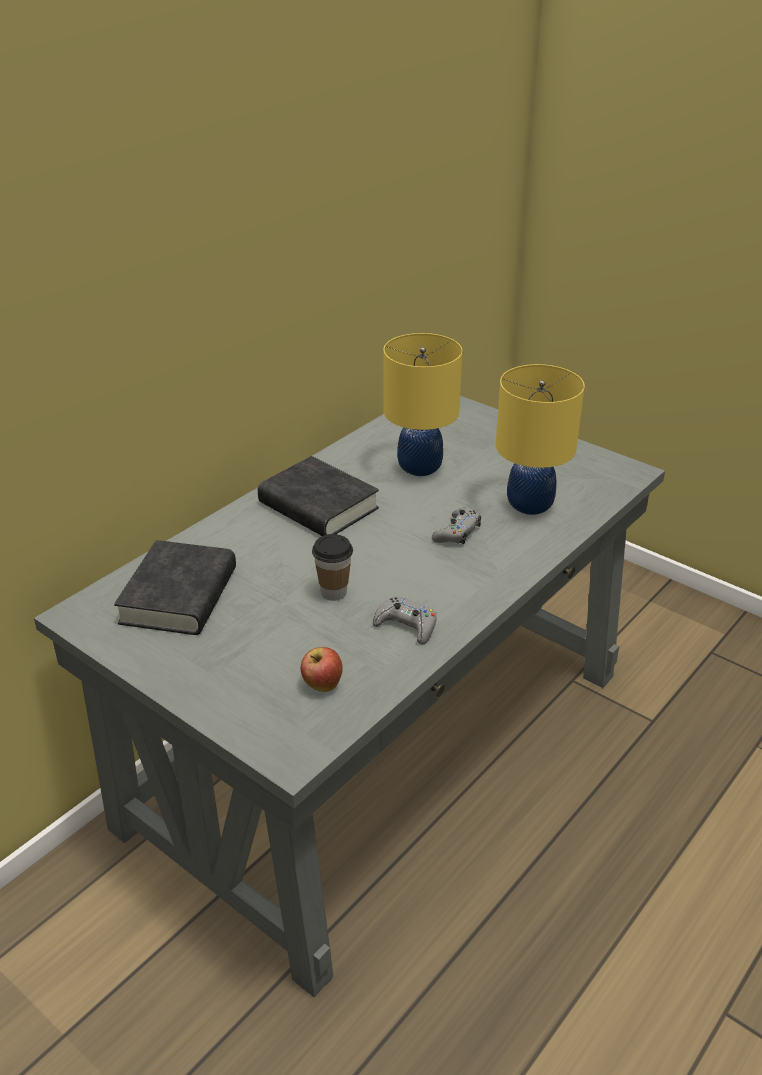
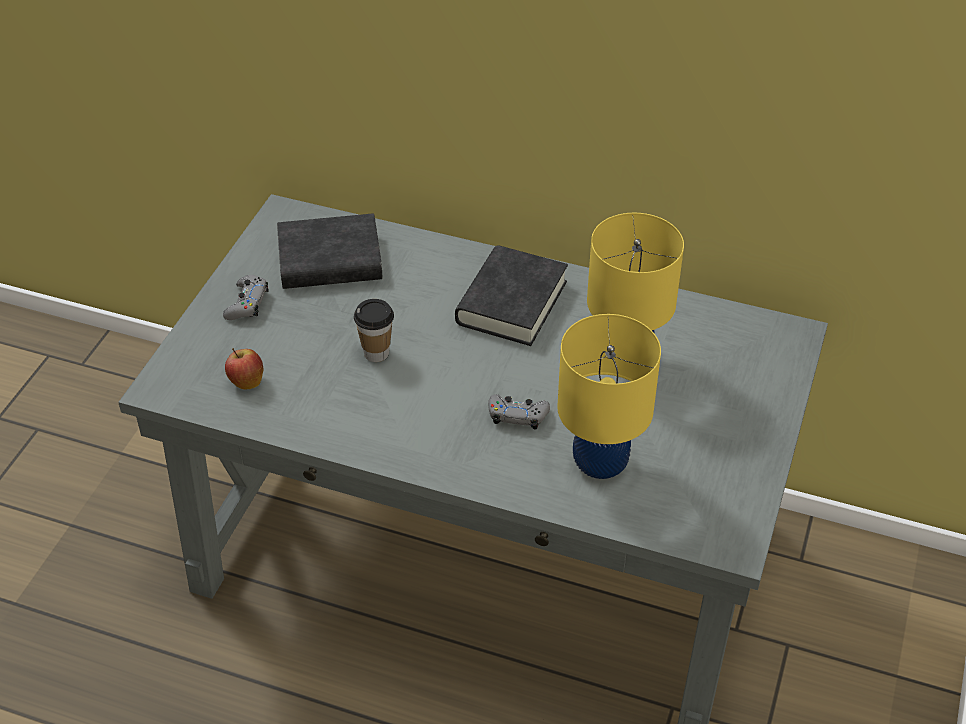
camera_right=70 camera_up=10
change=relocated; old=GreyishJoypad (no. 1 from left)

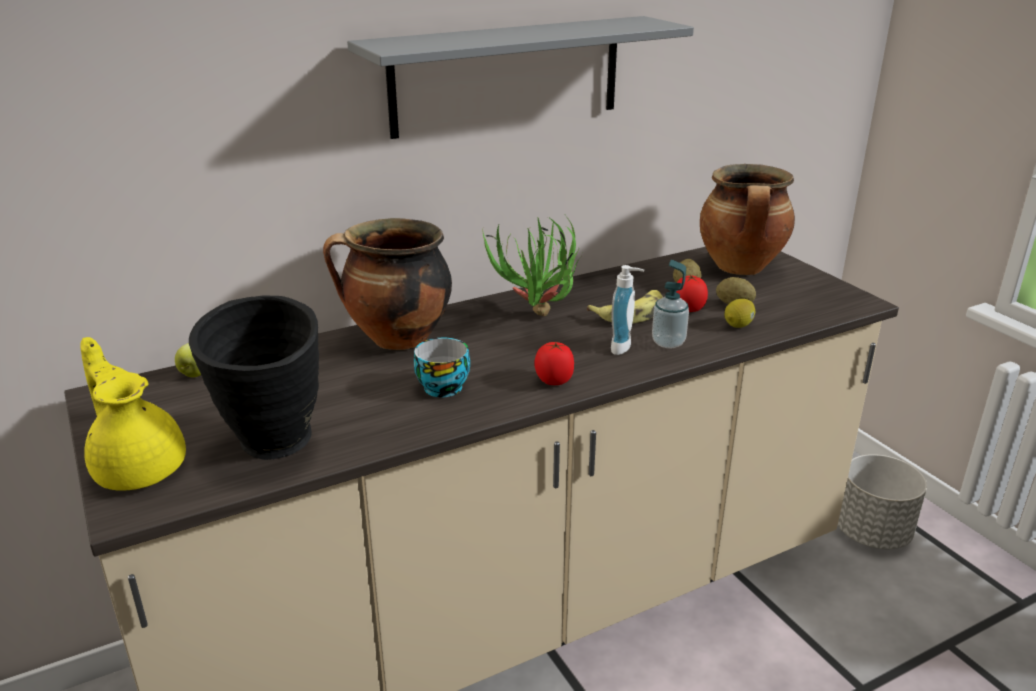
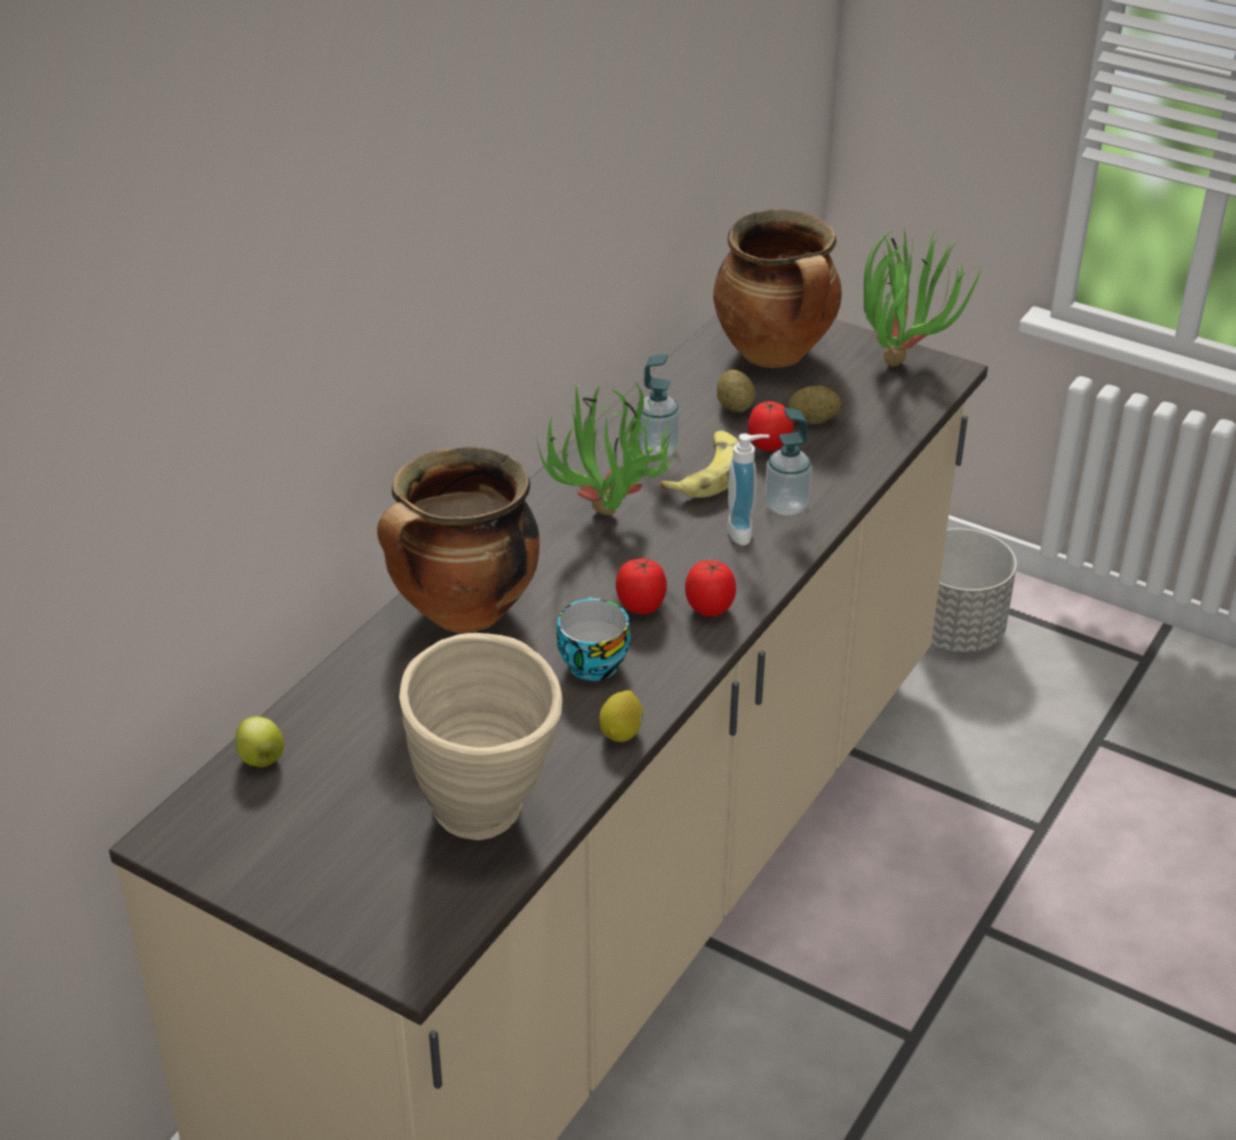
camera_right=-30 camera_up=10
change=missing; old=GreyishBracketShelf
change=colour; old=BlackDecorativeVase; new=BeigeDecorativeVase
change=relocated; old=Lemon
change=missing; old=YellowishTeaPot
change=appeared; new=PottedPlant (no. 2 from left)
change=appeared; new=SoapBottle (no. 1 from left)
change=appeared; new=Tomato (no. 1 from left)

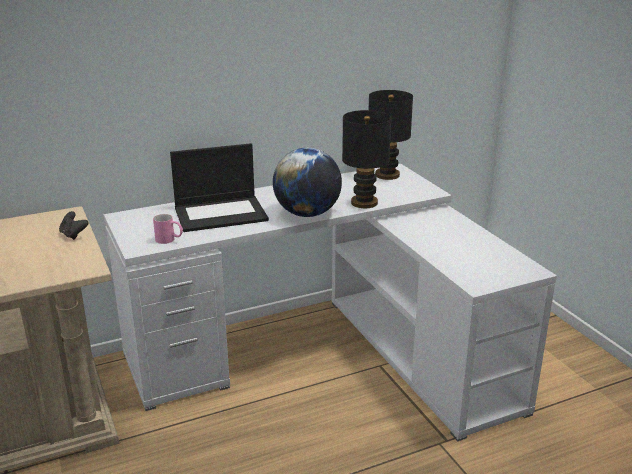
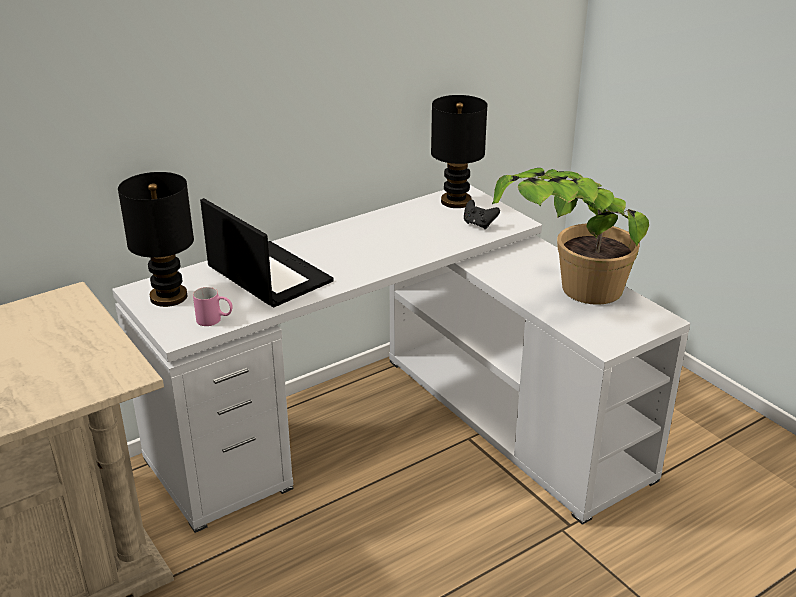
camera_right=-10 camera_up=5
change=relocated; old=BlackTabletopLamp (no. 1 from left)
change=spun; old=NotebookComputer; degrees=-105
change=missing; old=WorldGlobe
change=relocated; old=BlackJoypad
change=appeared; new=PottedPlant

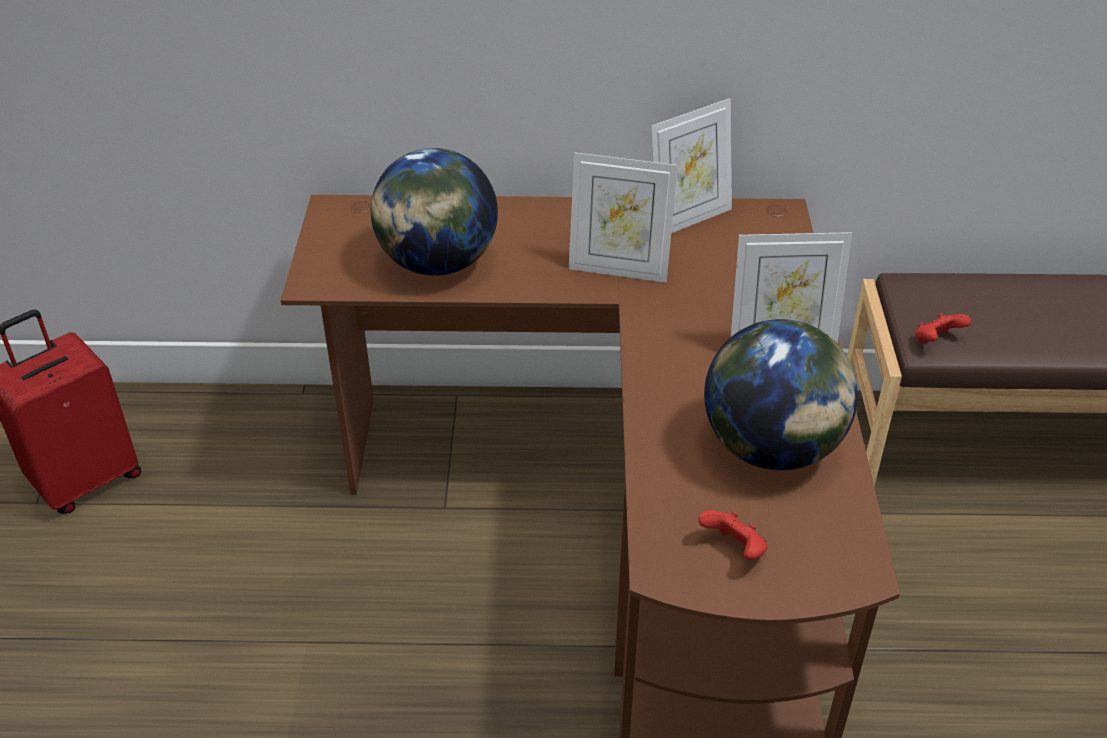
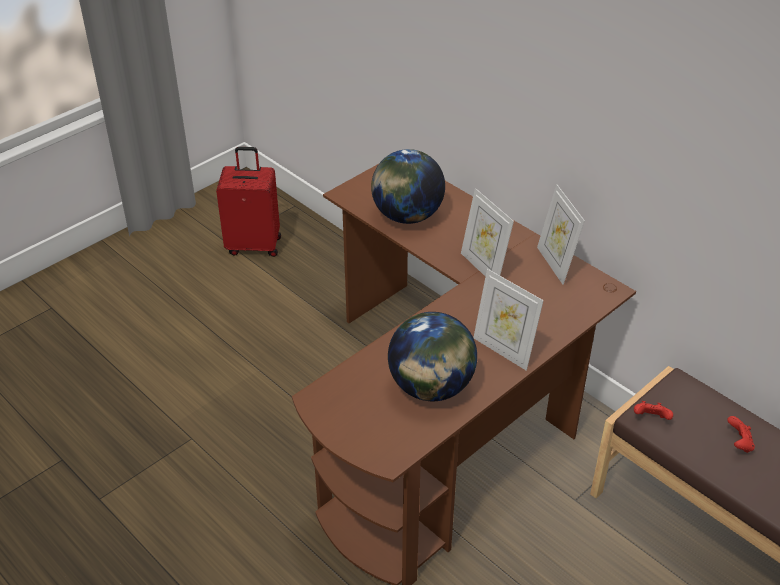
camera_right=45 camera_up=0
change=spun; old=StandingFrame (no. 2 from left in the first image); degrees=60
change=relocated; old=ReddishJoypad (no. 1 from left in the first image); new=ReddishJoypad (no. 2 from left)

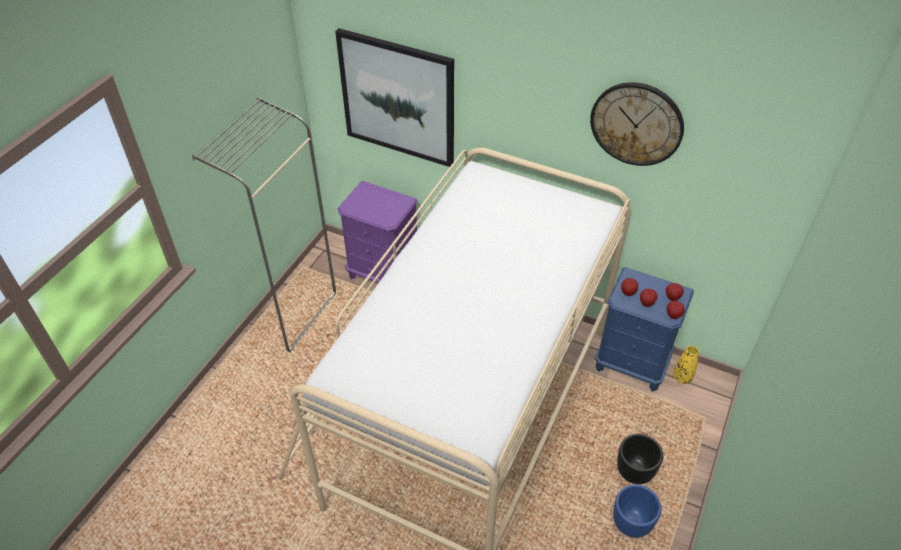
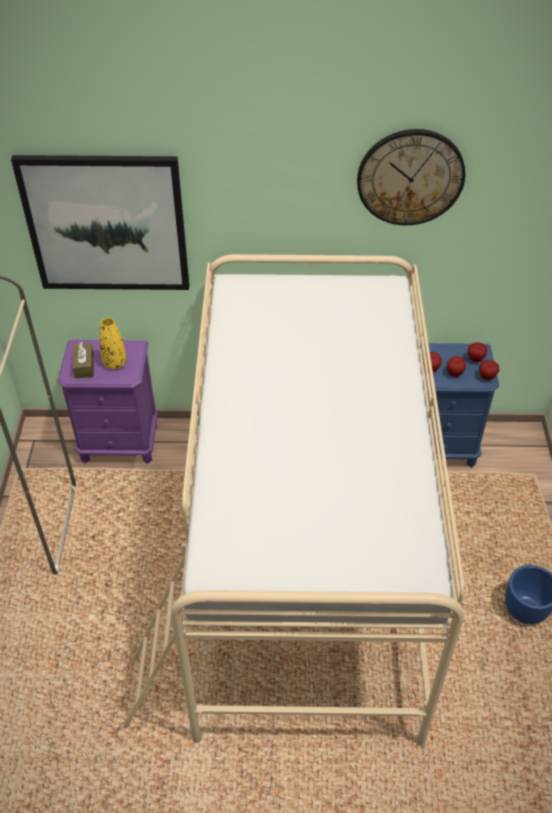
camera_right=-25 camera_up=0
change=relocated; old=YellowishDecorativeVase
change=missing; old=BlackFlowerPot
change=appeared; new=BrownishTissueBox

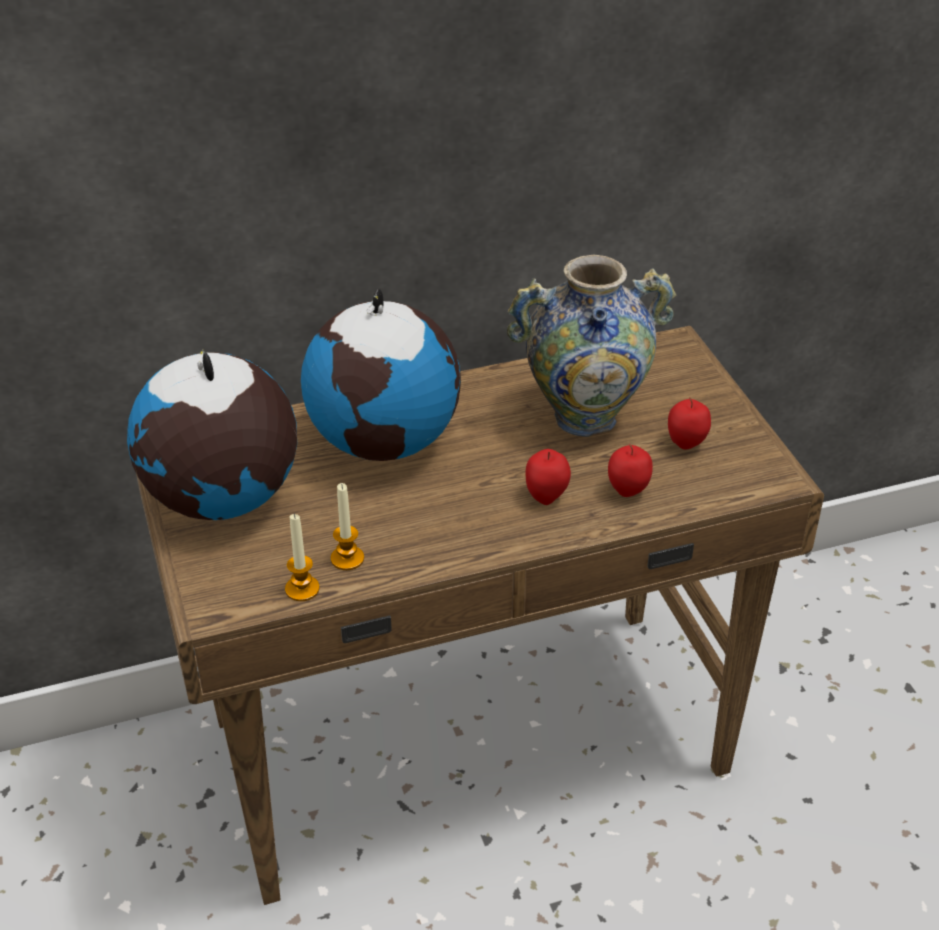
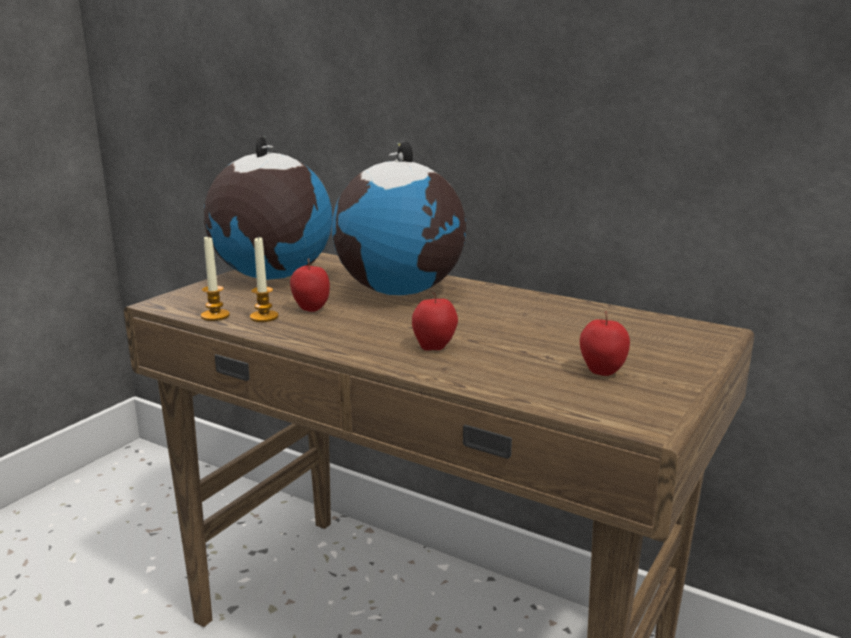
camera_right=50 camera_up=-20
change=missing; old=DecorativeVase
change=relocated; old=WholeApple (no. 2 from left in the first image); new=WholeApple (no. 1 from left)

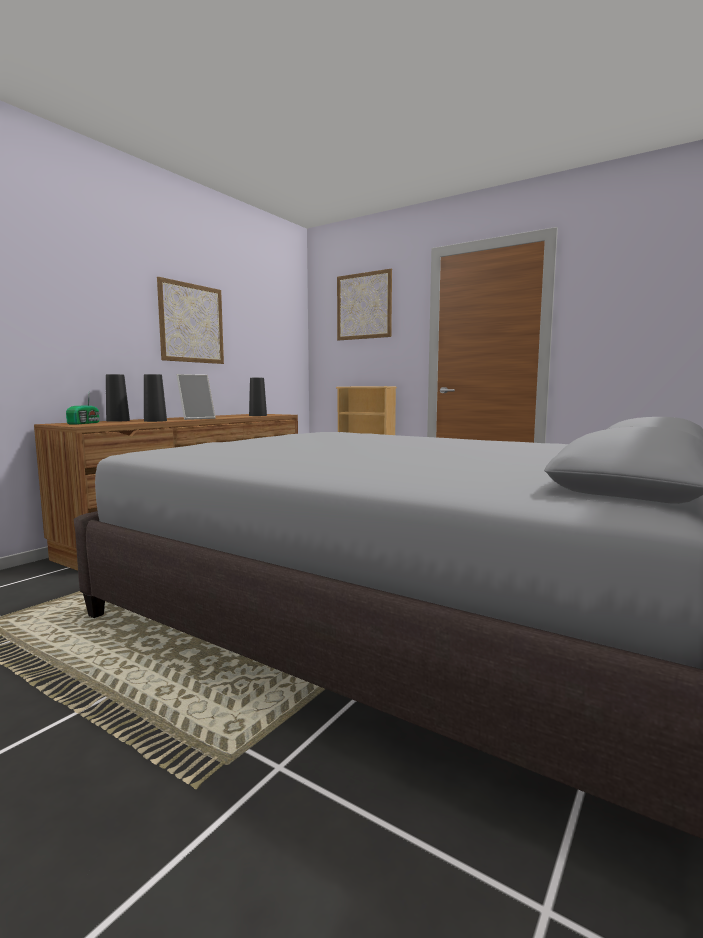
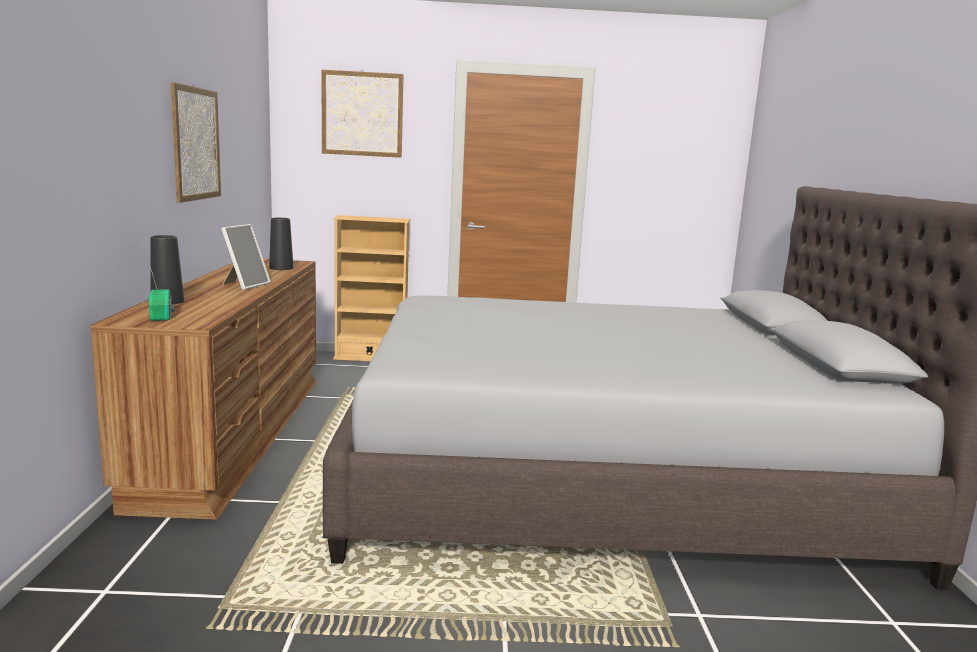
camera_right=-35 camera_up=5
change=missing; old=BlackDecorativeVase (no. 2 from left)

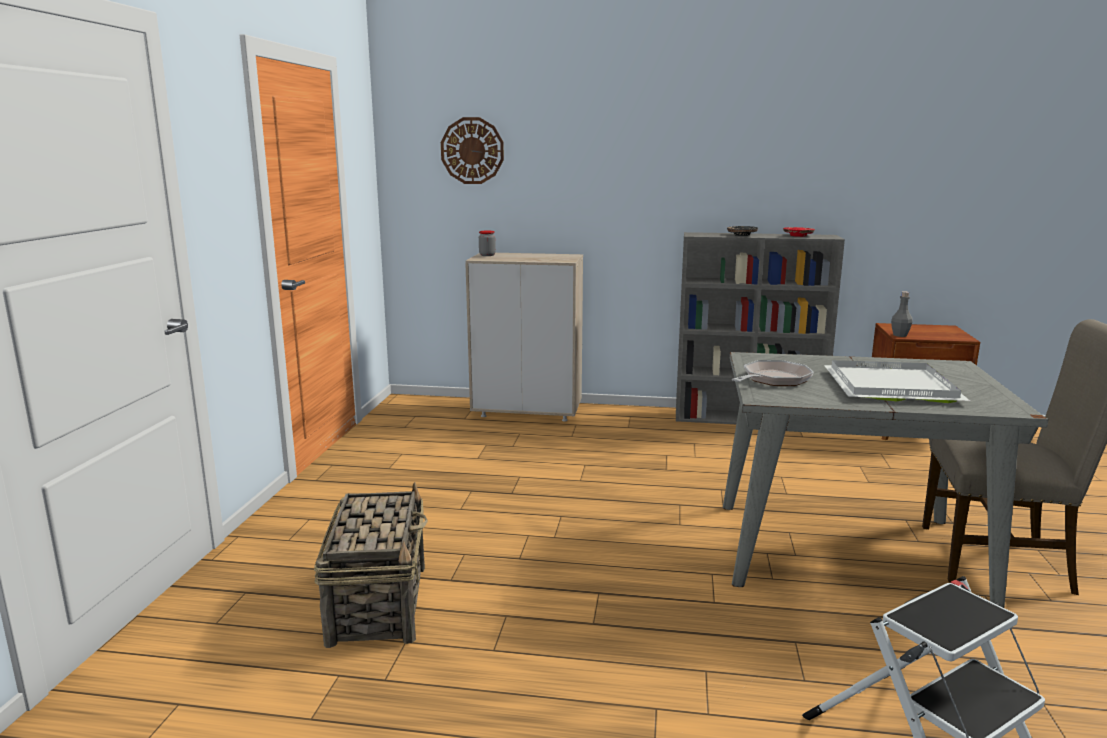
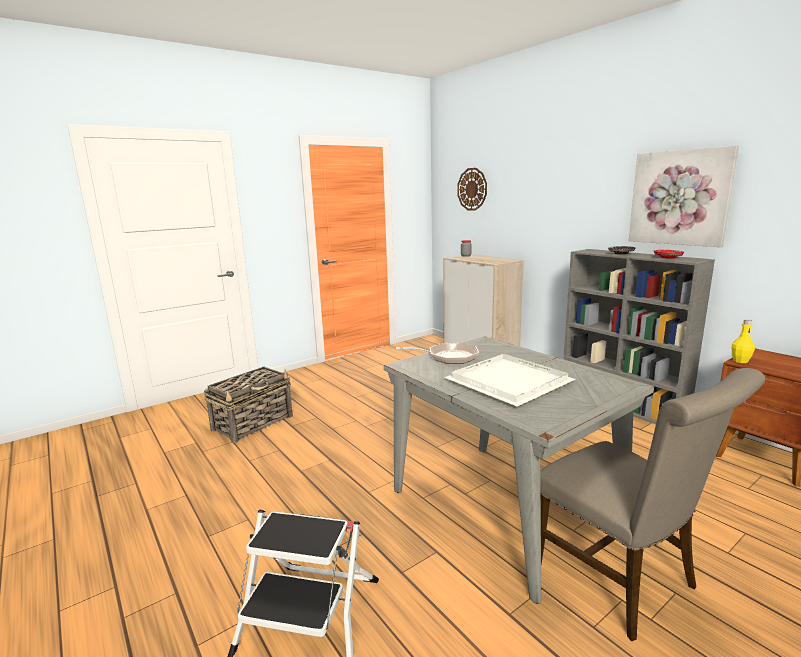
camera_right=45 camera_up=0
change=colour; old=GreyishBeverageBottle; new=YellowishBeverageBottle
change=appeared; new=Picture

